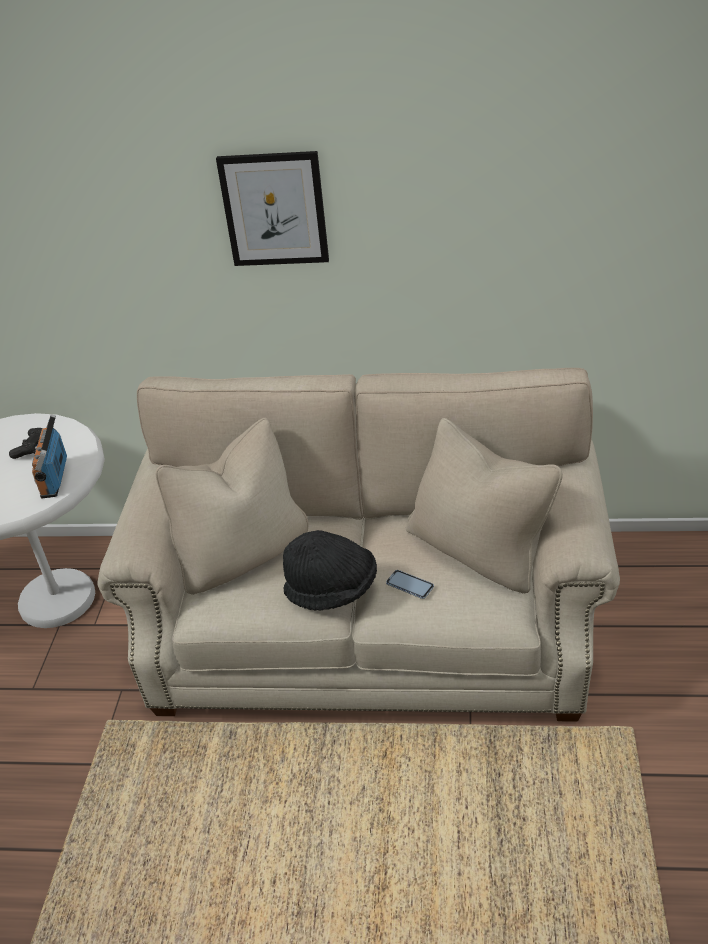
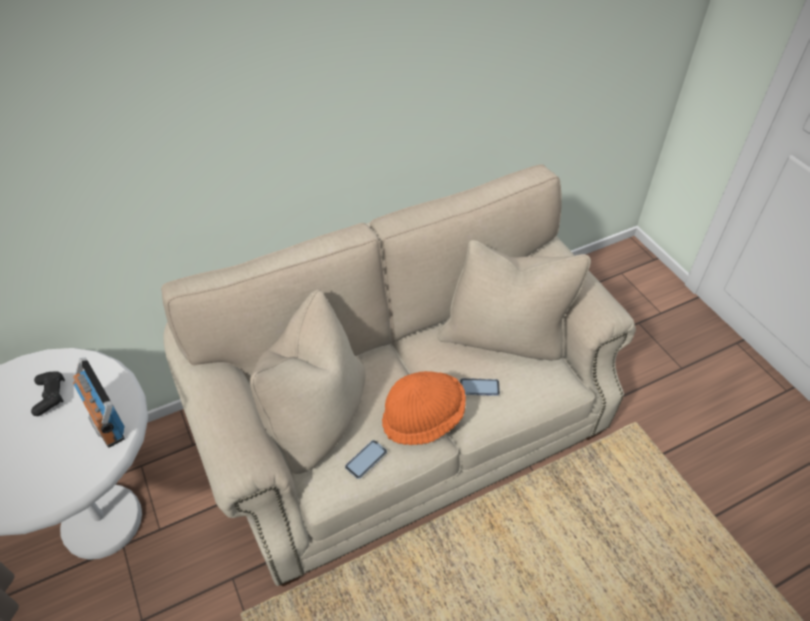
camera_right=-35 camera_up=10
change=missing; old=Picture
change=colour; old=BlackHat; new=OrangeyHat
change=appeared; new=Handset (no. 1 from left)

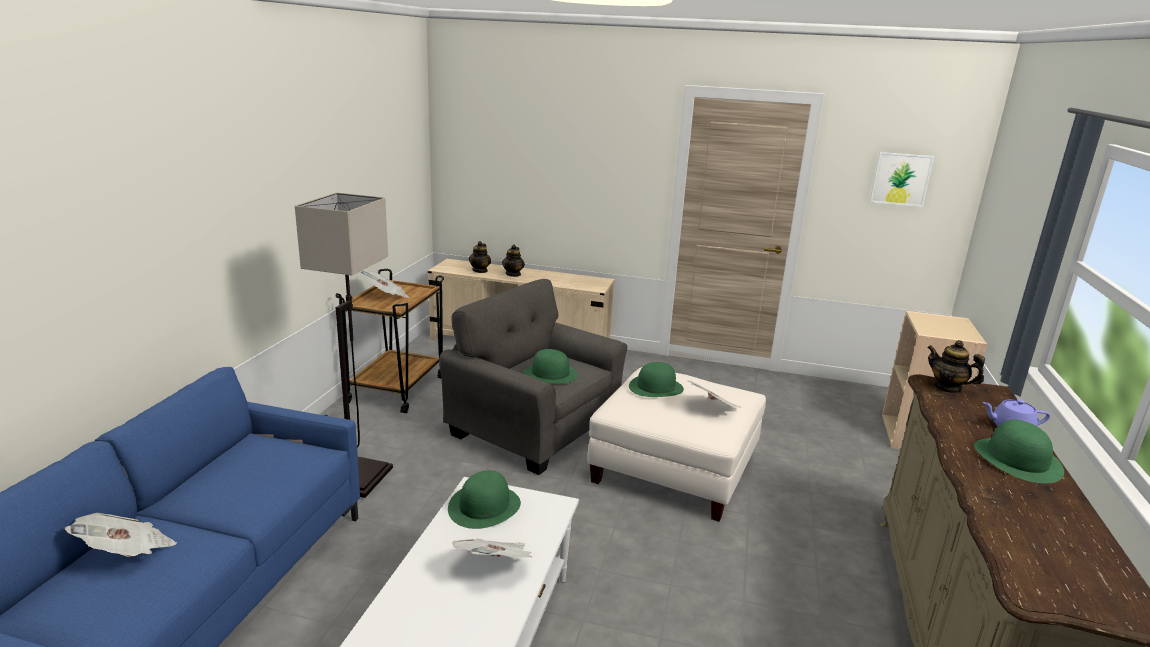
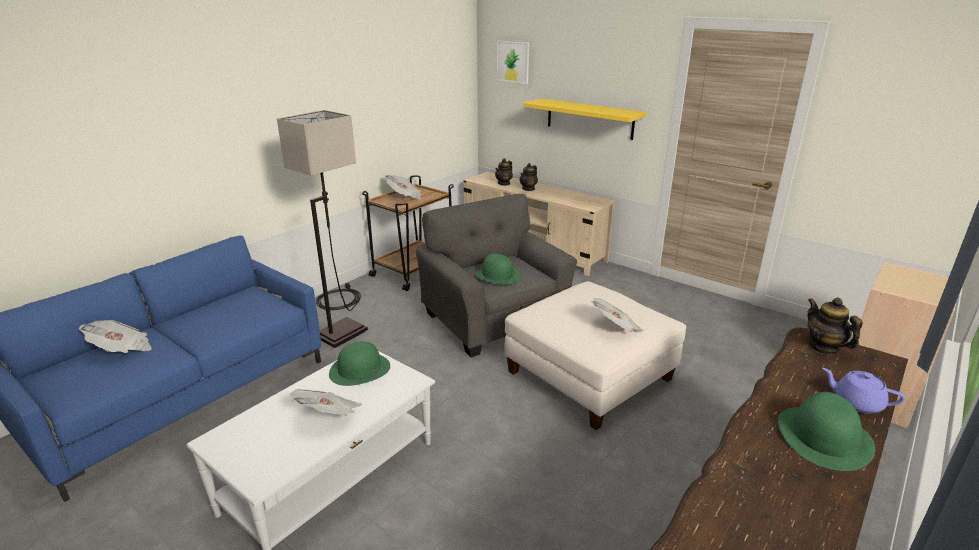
camera_right=25 camera_up=5
change=relocated; old=Picture
change=missing; old=GreenishHat (no. 3 from left)
change=appeared; new=YellowishBracketShelf

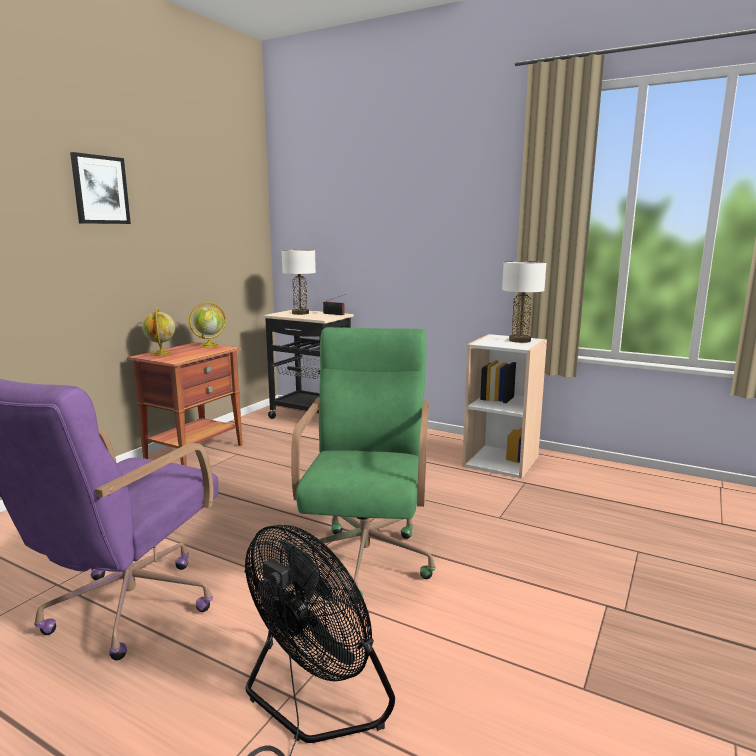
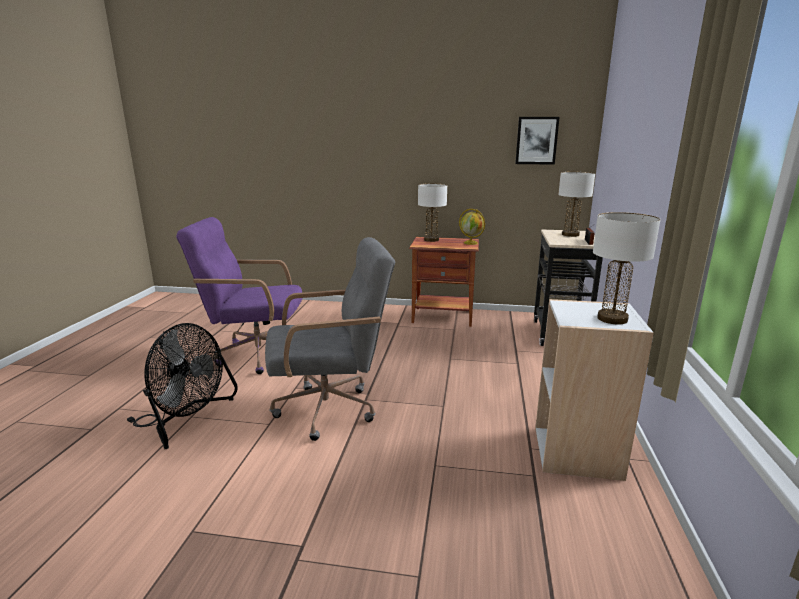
camera_right=70 camera_up=5
change=relocated; old=Picture
change=exchanged; old=WorldGlobe (no. 1 from left); new=TabletopLamp (no. 1 from left)
change=colour; old=GreenishOfficeChair; new=GreyishOfficeChair

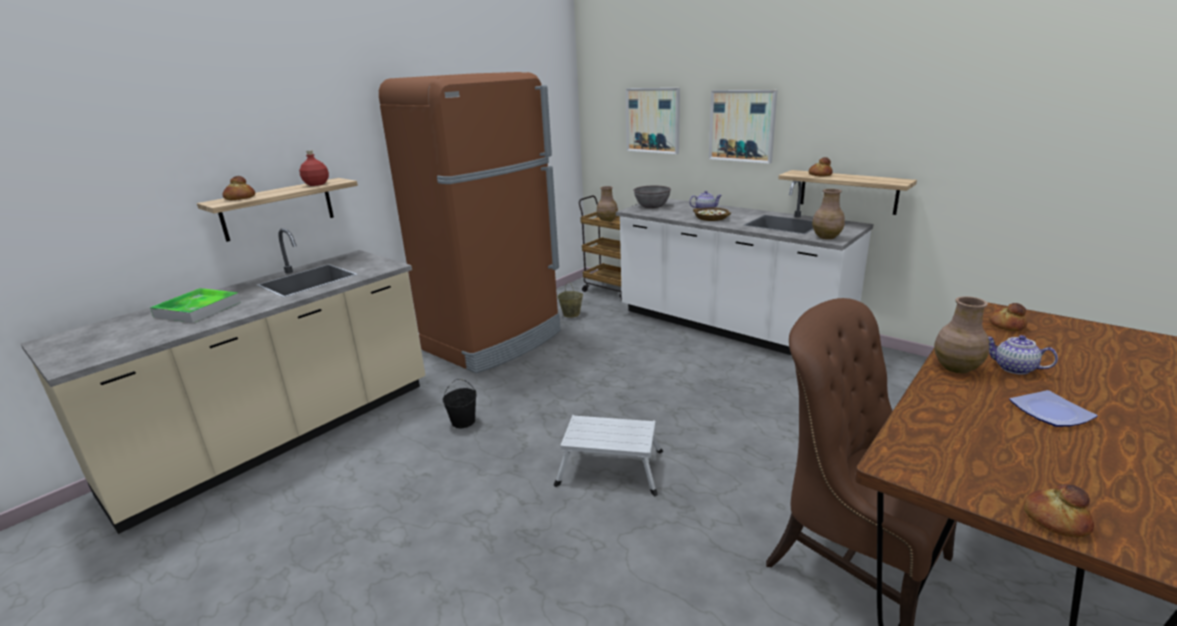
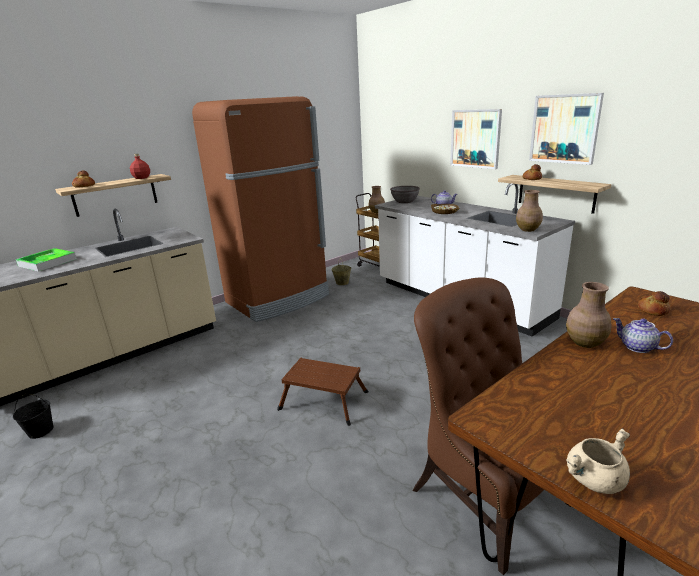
camera_right=10 camera_up=0
change=relocated; old=Picture (no. 1 from left in the first image); new=Picture (no. 2 from left)
change=relocated; old=BlackPail
change=missing; old=Plate
change=colour; old=WhiteStepLadder; new=BrownishStepLadder
change=exchanged; old=Bread (no. 4 from left); new=BeigeSaucepot

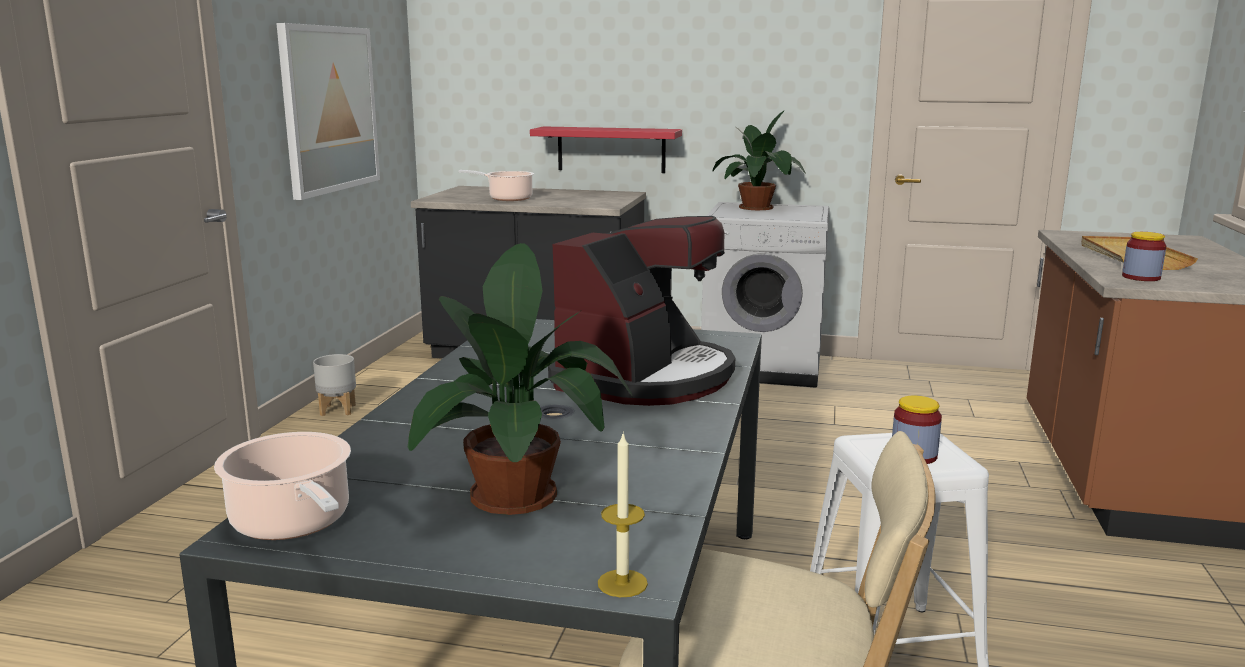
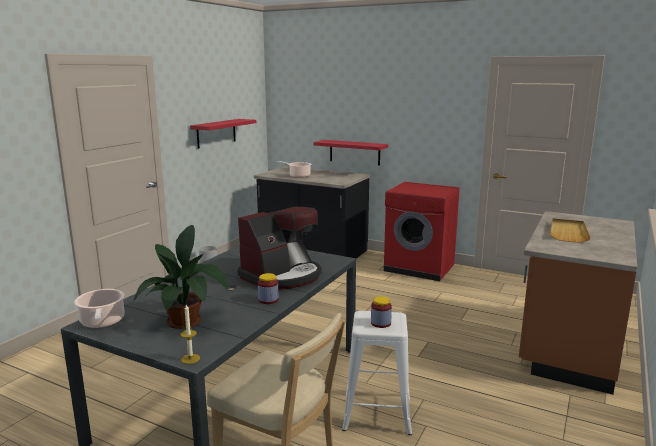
camera_right=15 camera_up=0
change=exchanged; old=Picture; new=ReddishBracketShelf (no. 1 from left)
change=missing; old=PottedPlant (no. 2 from left)
change=colour; old=WhiteLaundryMachine; new=ReddishLaundryMachine
change=relocated; old=PreserveJar (no. 2 from left in the first image); new=PreserveJar (no. 1 from left)

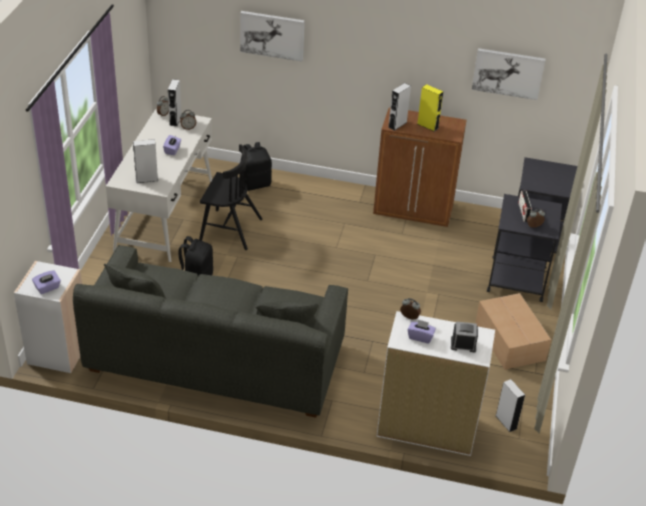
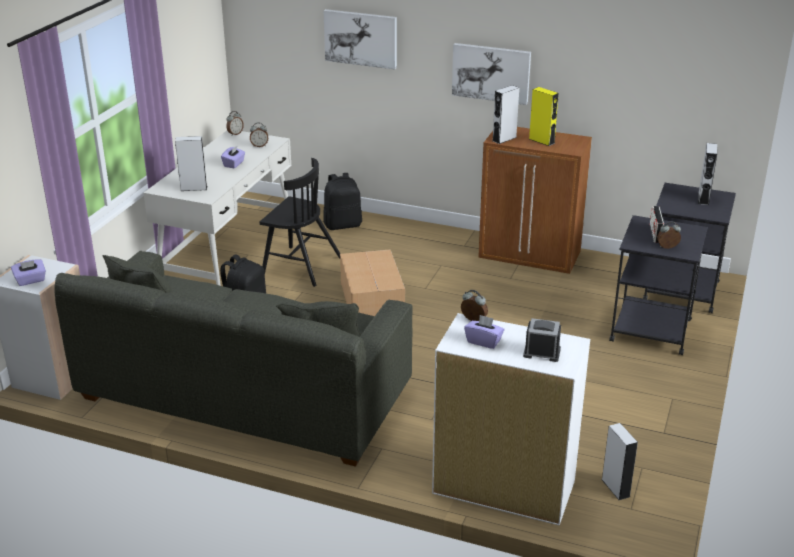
camera_right=10 camera_up=-10
change=relocated; old=Picture (no. 2 from left)
change=relocated; old=GreyishAudioSpeaker (no. 2 from left in the first image); new=GreyishAudioSpeaker (no. 4 from left)
change=relocated; old=CardboardBox

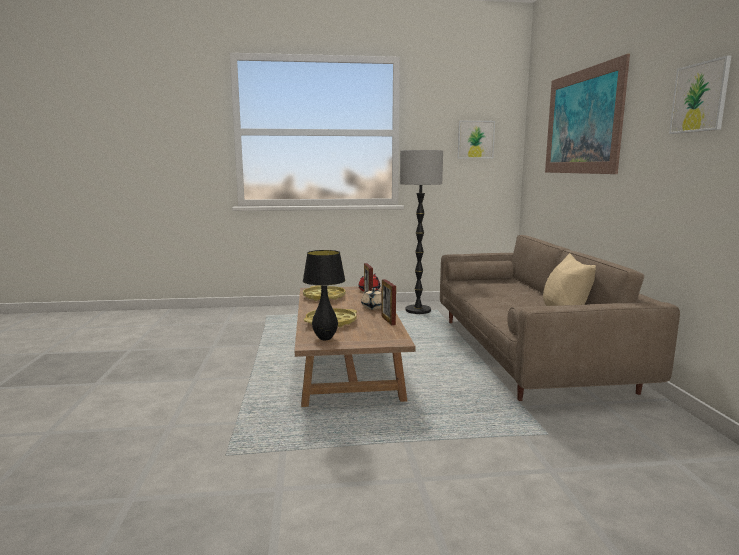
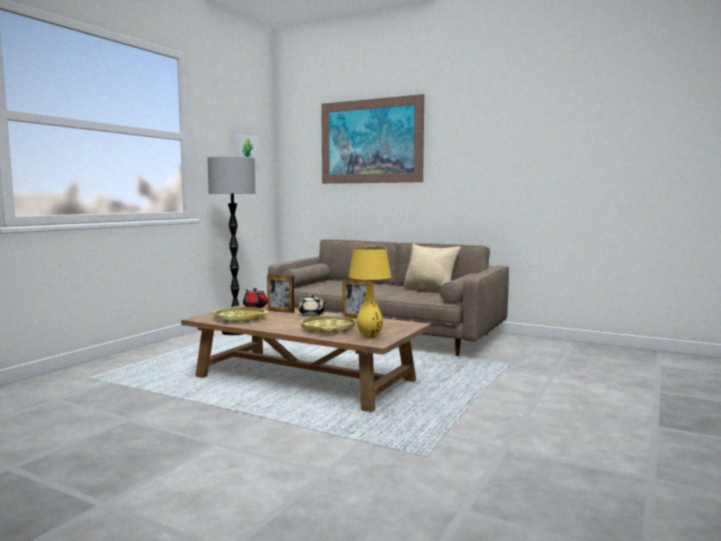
camera_right=-55 camera_up=-5
change=missing; old=Picture (no. 3 from left)
change=colour; old=BlackTabletopLamp; new=YellowishTabletopLamp

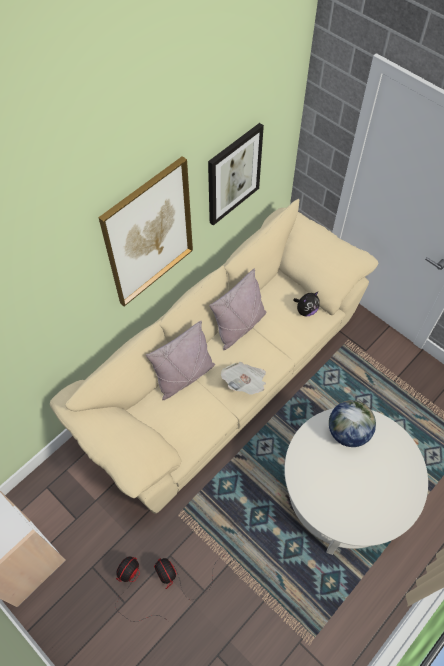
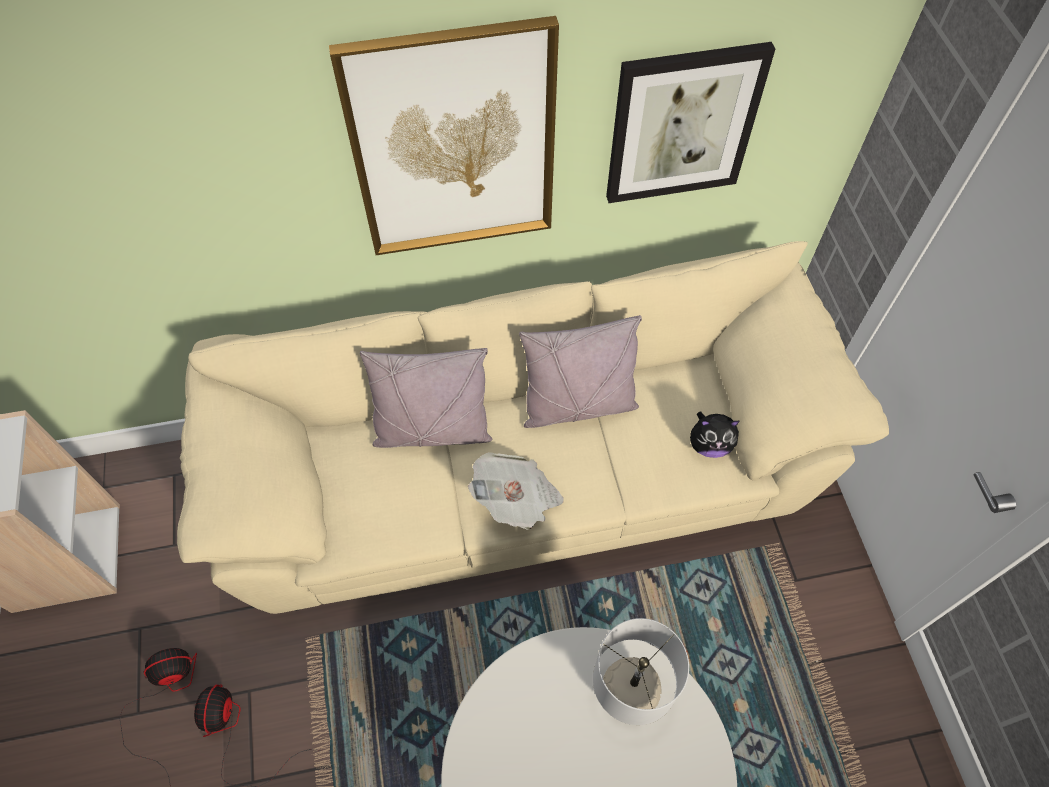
camera_right=35 camera_up=0
change=exchanged; old=WorldGlobe; new=WhiteTabletopLamp

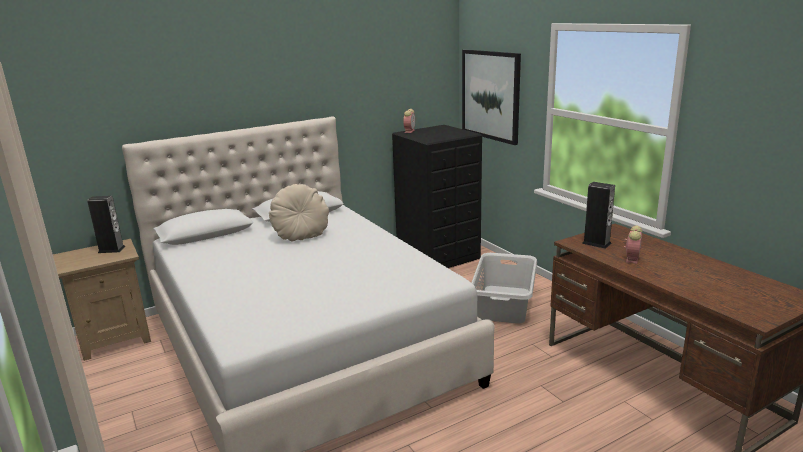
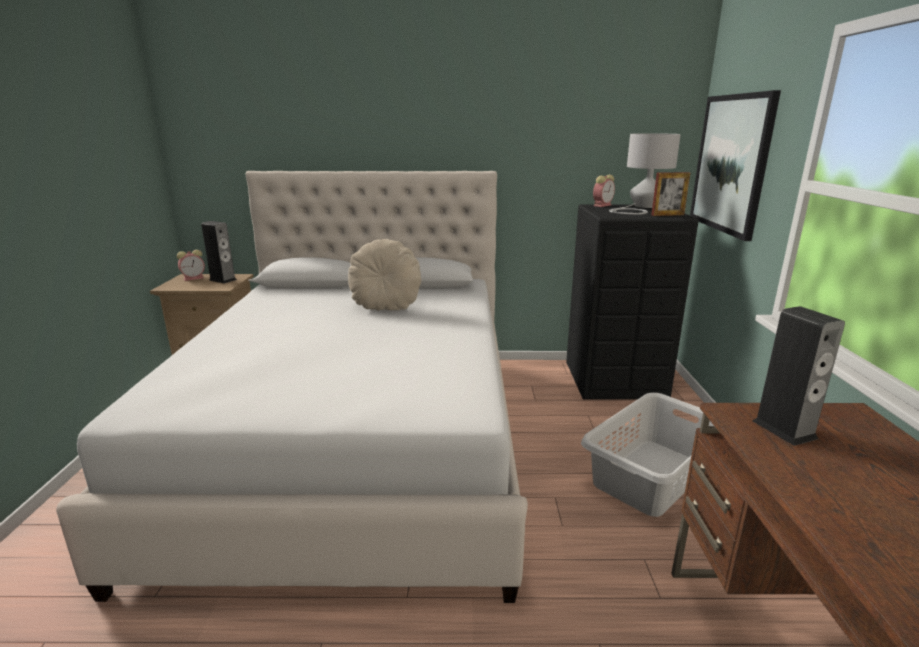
camera_right=30 camera_up=0
change=relocated; old=BedsideClock (no. 2 from left in the first image); new=BedsideClock (no. 1 from left)
change=appeared; new=WhiteTabletopLamp
change=appeared; new=StandingFrame

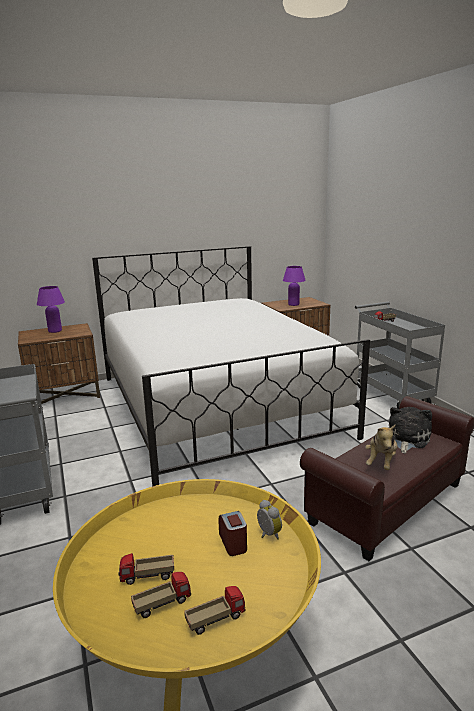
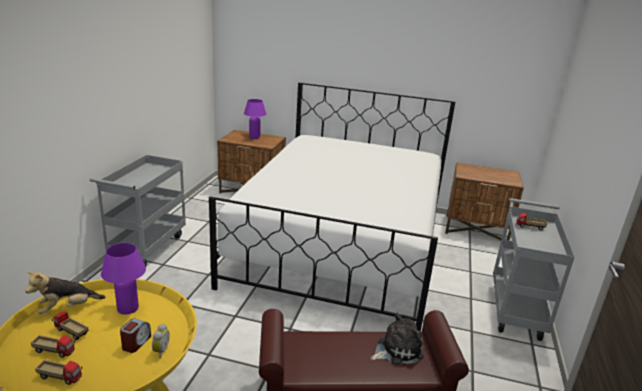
camera_right=35 camera_up=5
change=relocated; old=PurpleTabletopLamp (no. 2 from left in the first image); new=PurpleTabletopLamp (no. 1 from left)
change=relocated; old=CuddlyToy (no. 1 from left)

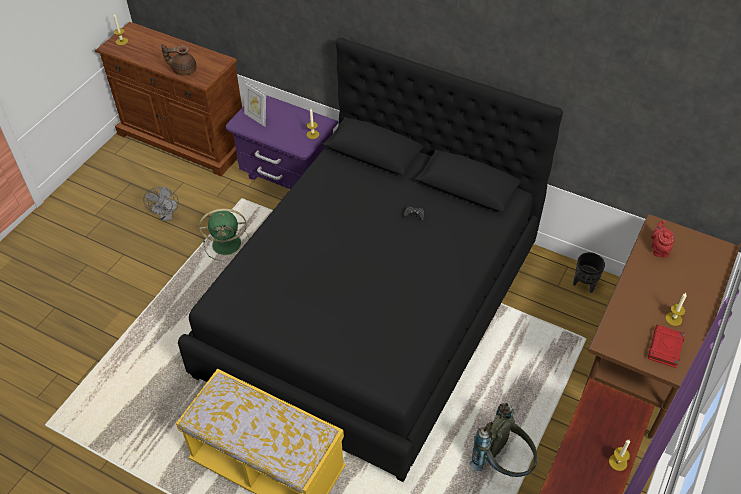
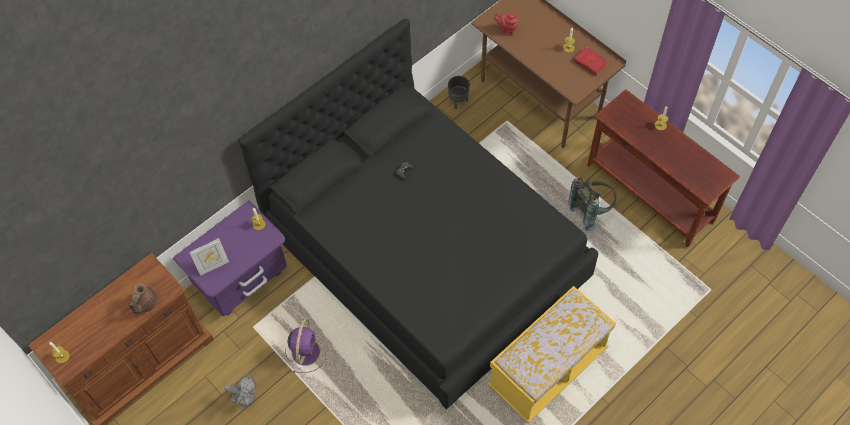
camera_right=-70 camera_up=10
change=colour; old=GreenishCoolingFan; new=PurpleCoolingFan

